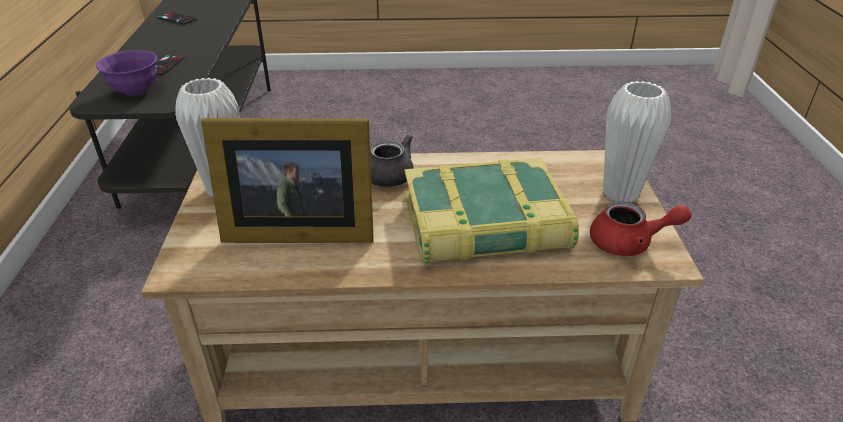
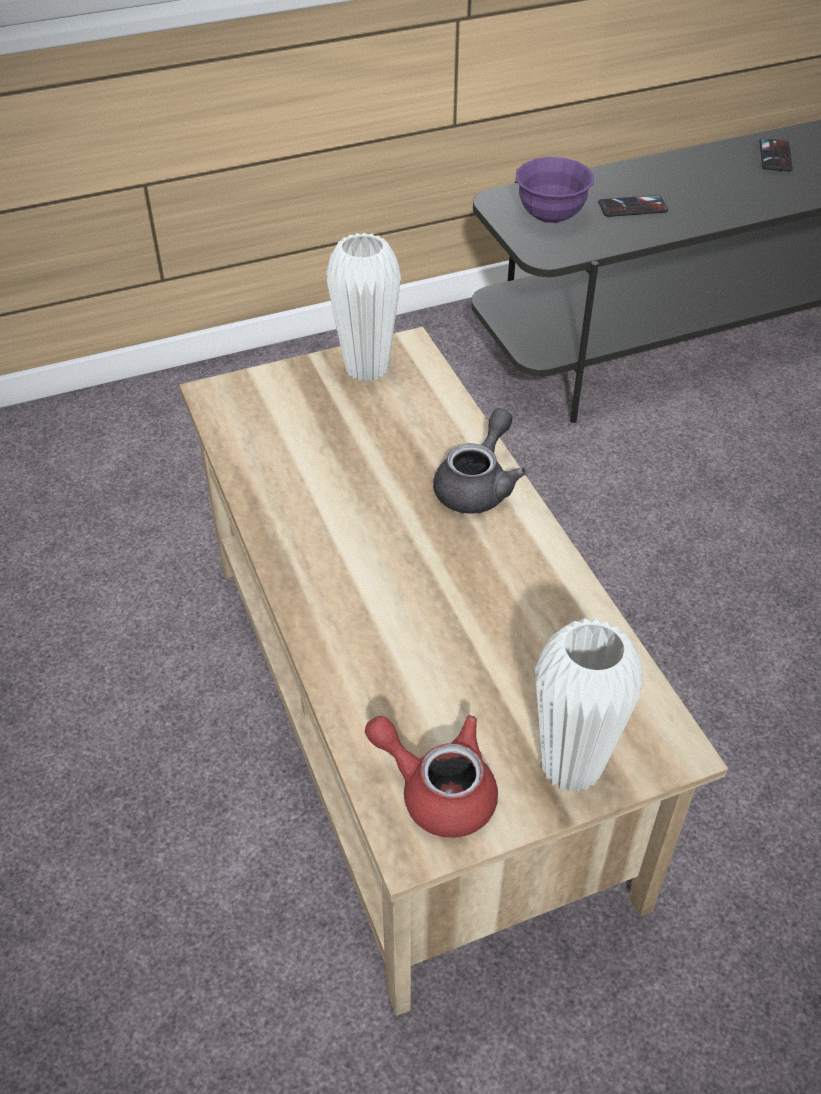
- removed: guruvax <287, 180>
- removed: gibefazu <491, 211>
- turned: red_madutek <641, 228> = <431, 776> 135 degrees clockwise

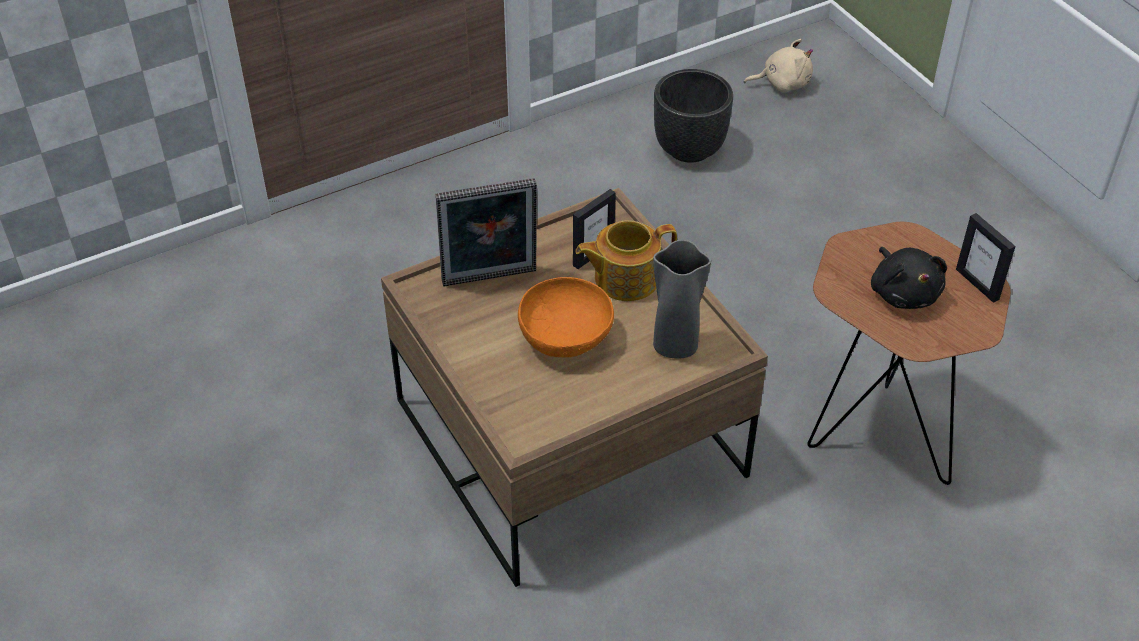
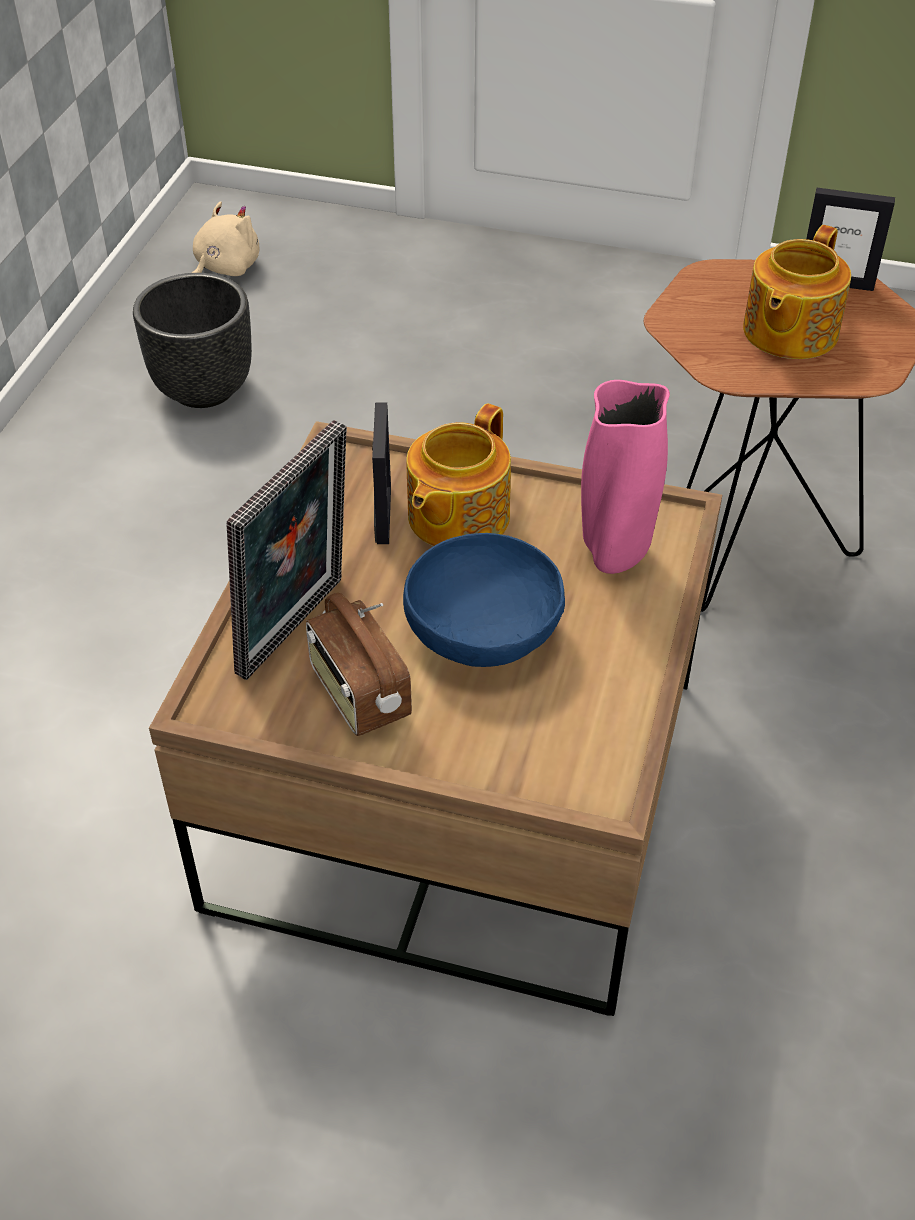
- added: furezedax <359, 664>
- replaced: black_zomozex <909, 278> to madutek <797, 292>
- recoloured: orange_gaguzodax <566, 317> to blue_gaguzodax <484, 600>
- recoloured: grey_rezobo <682, 299> to pink_rezobo <625, 477>

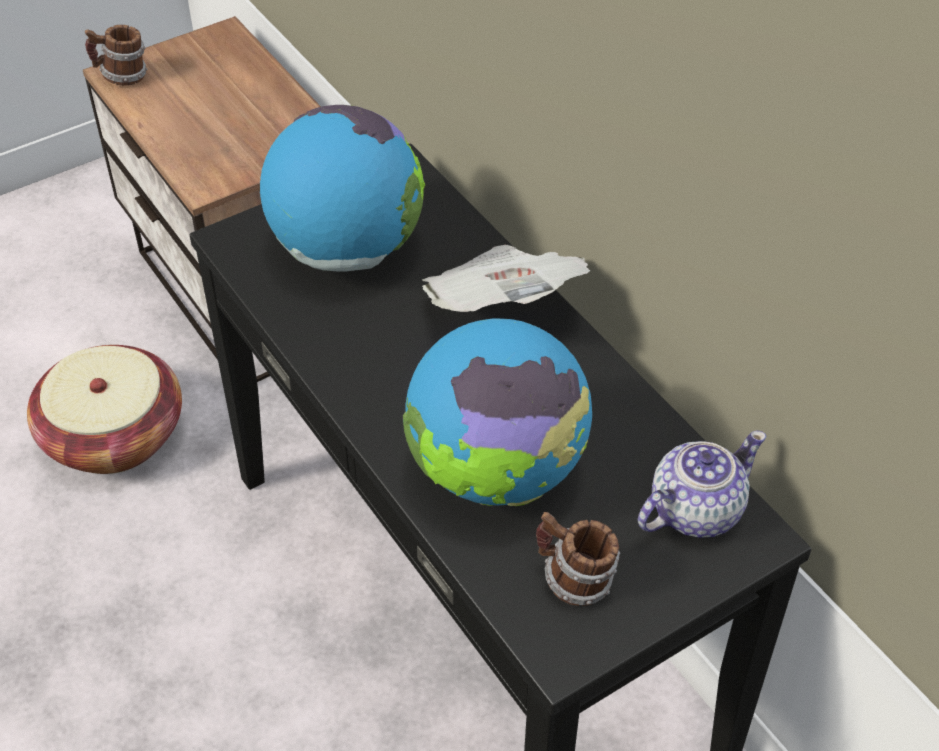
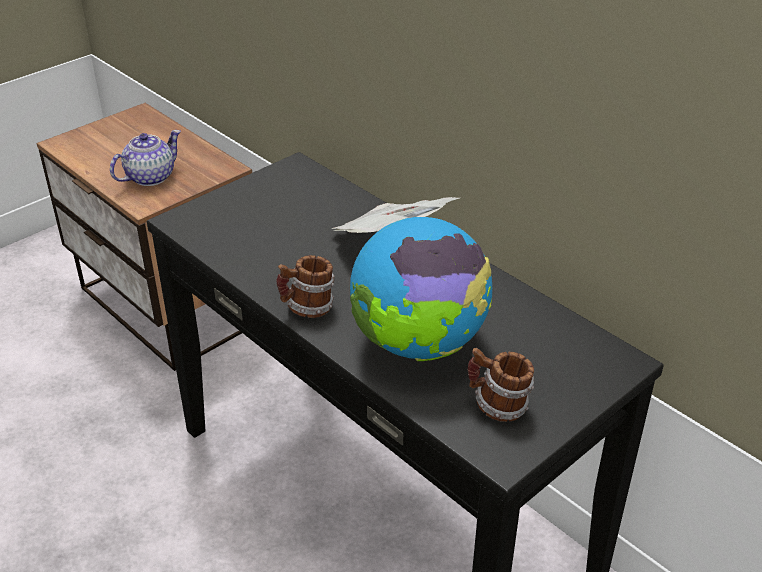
- removed: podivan <104, 409>
- removed: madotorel <343, 188>
- moved: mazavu <116, 55> to <306, 286>
- moved: madutek <701, 484> to <145, 158>

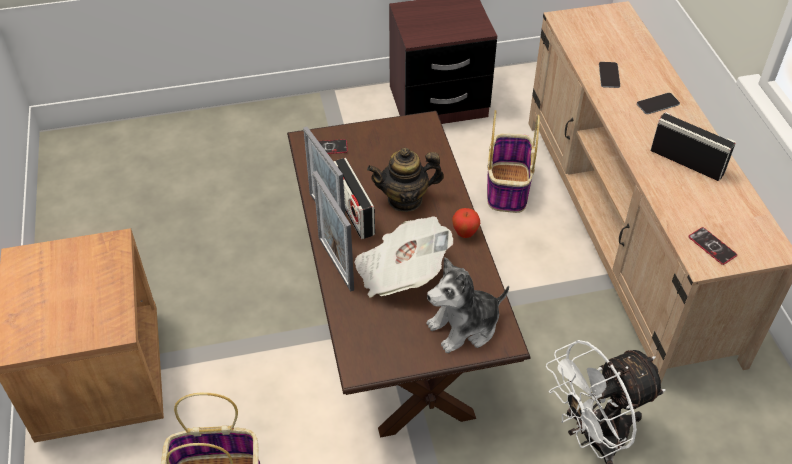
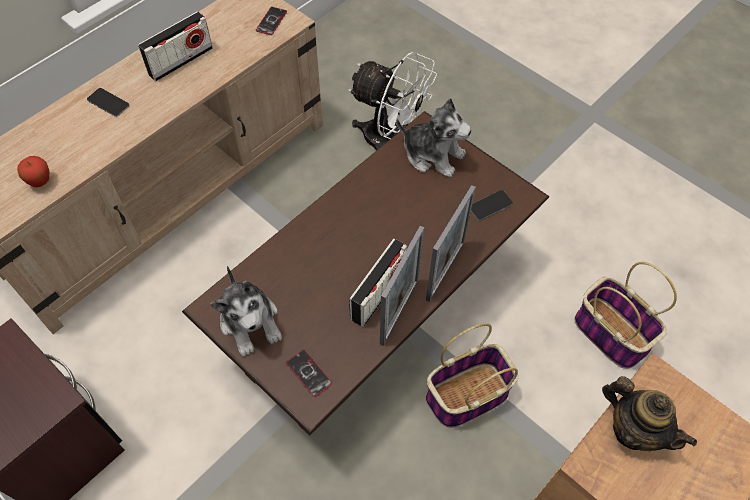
- removed: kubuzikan <403, 256>
- added: zomozex <246, 311>
- moved: madutek <405, 180> to <649, 413>
- moved: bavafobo <466, 223> to <33, 172>
- moved: podivan <513, 161> to <472, 375>
- moved: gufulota <609, 75> to <492, 205>
- turned: furezedax <693, 146> = <175, 46> 135 degrees counterclockwise

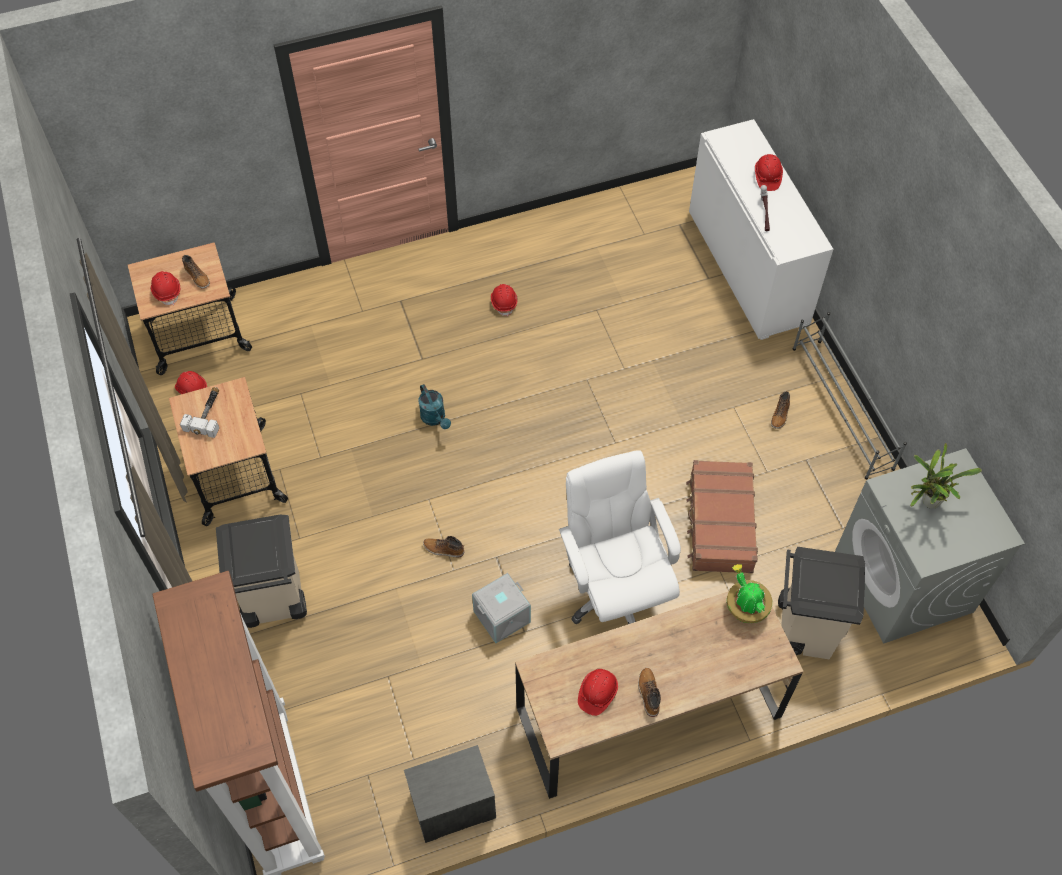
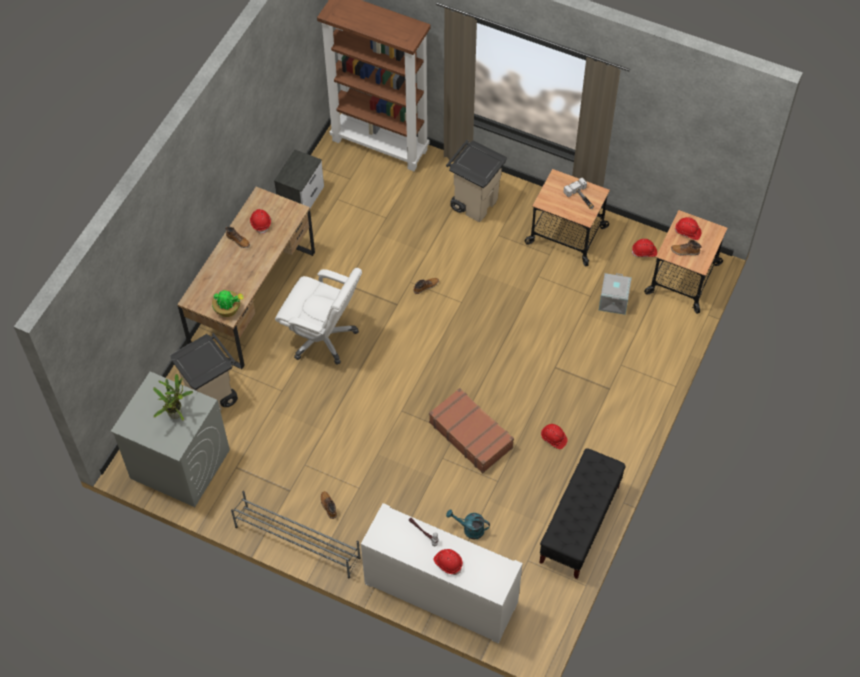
- added: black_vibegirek <582, 513>
- moved: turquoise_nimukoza <434, 406> to <468, 524>
- moved: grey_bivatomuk <501, 608> to <615, 294>
- moved: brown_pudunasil <722, 516> to <471, 430>

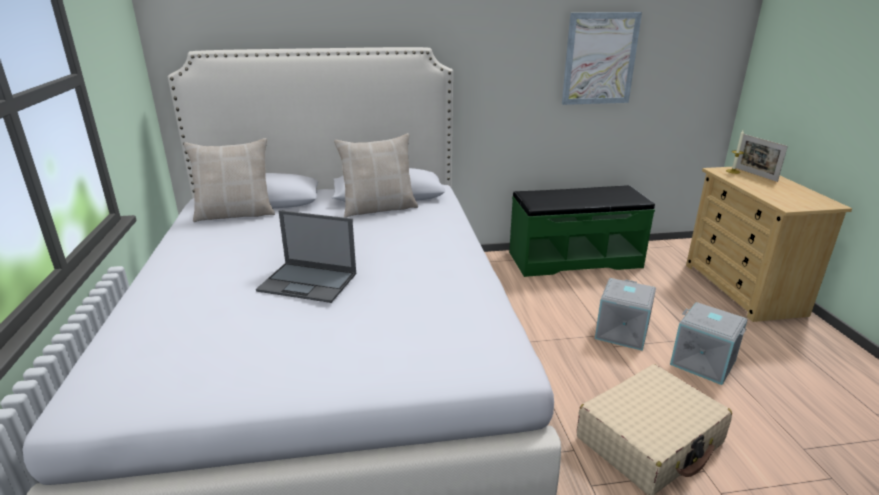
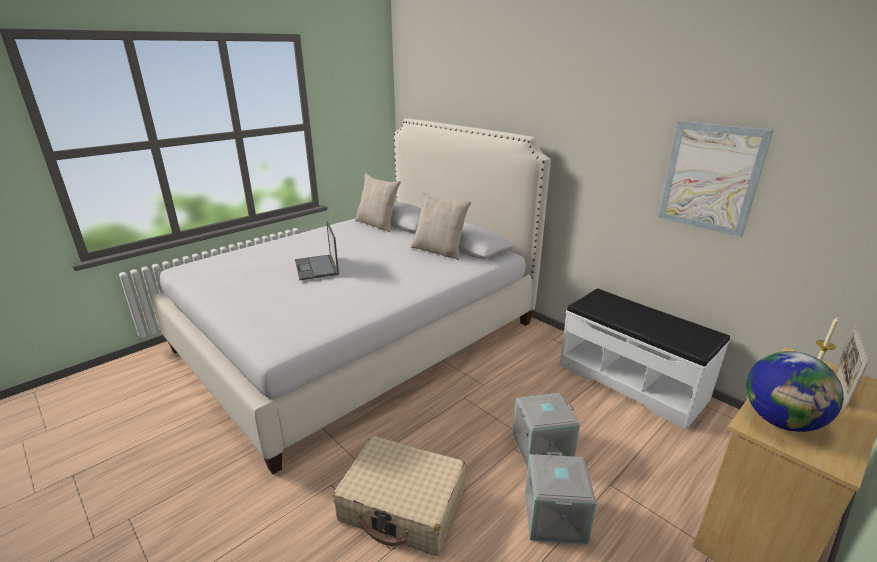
- added: madotorel <795, 391>
- recoloured: green_vibegirek <582, 231> to white_vibegirek <644, 359>

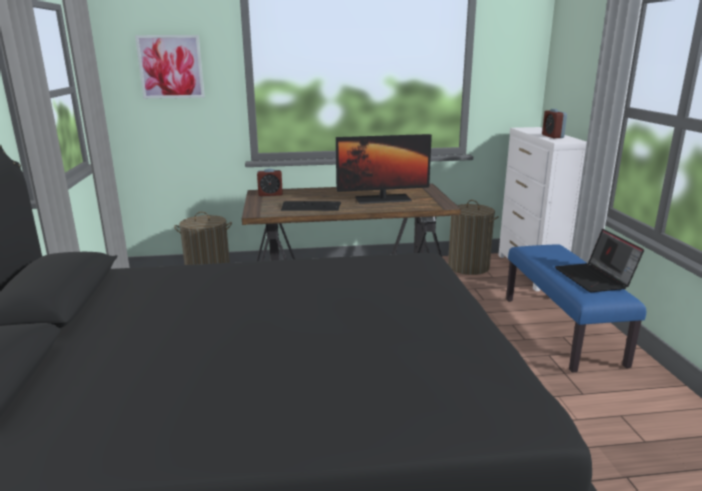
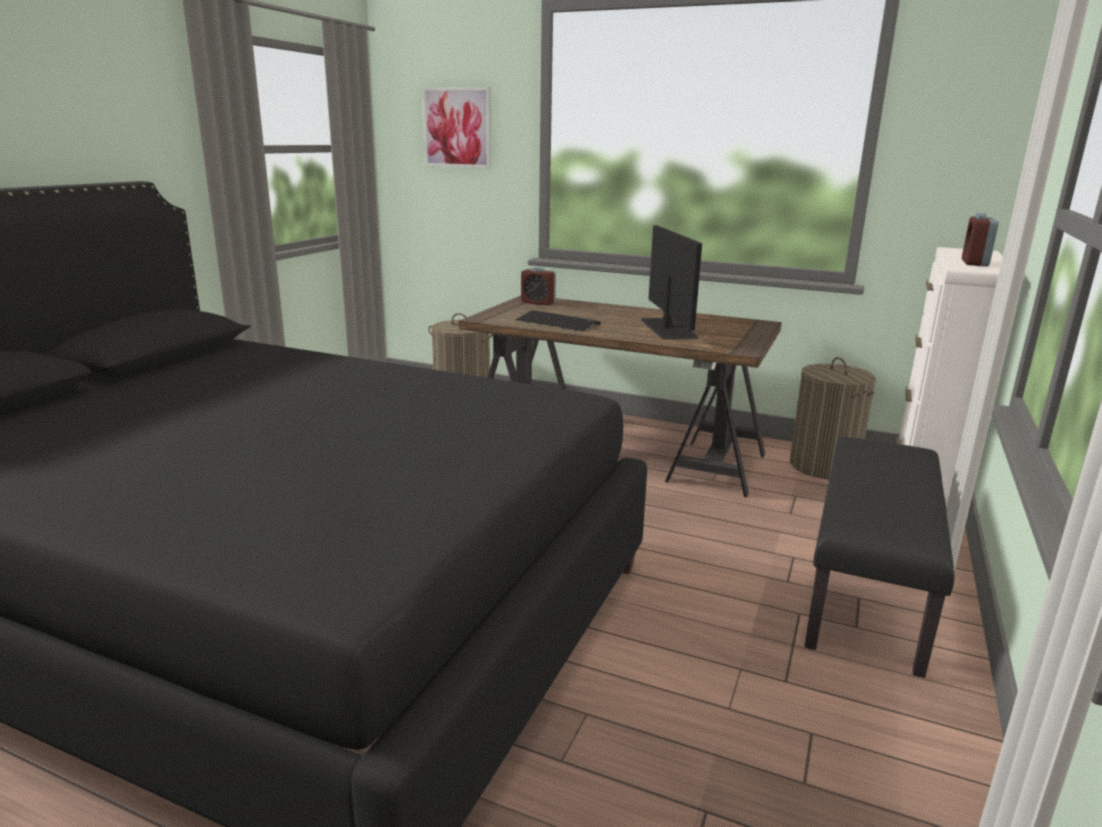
- removed: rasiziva <599, 260>
- recoloured: blue_vibegirek <576, 308> to black_vibegirek <879, 557>
- turned: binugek <384, 169> = <671, 282> 120 degrees counterclockwise

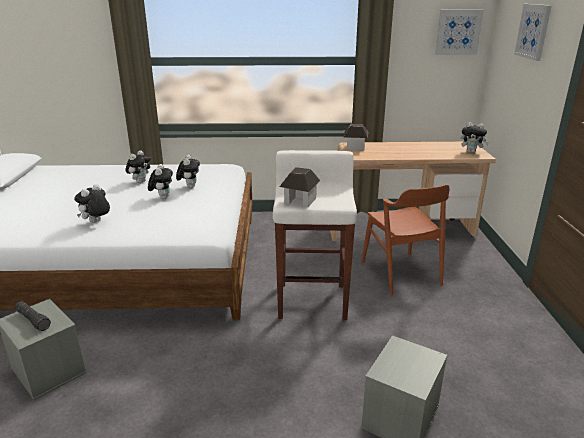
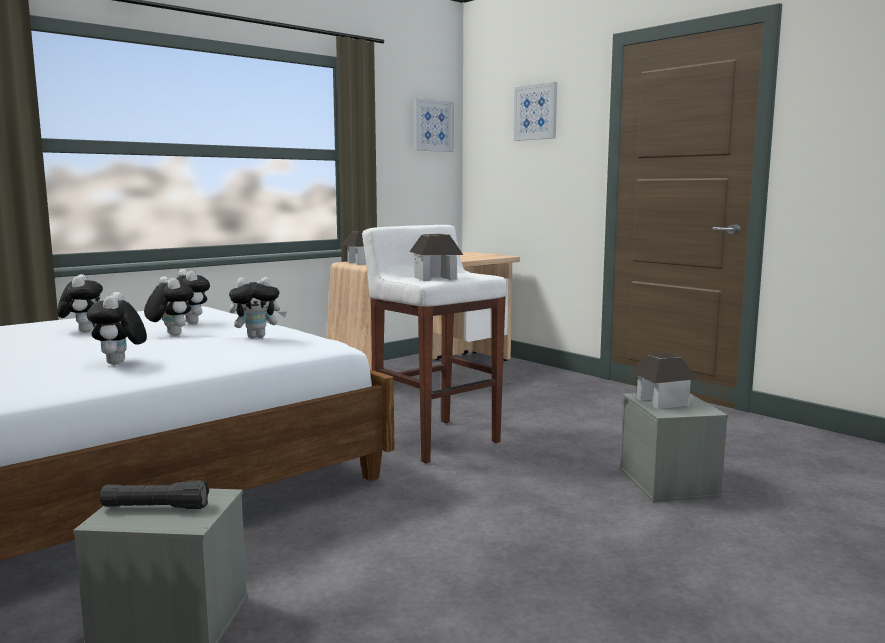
- removed: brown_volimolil <406, 240>
- added: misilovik <663, 381>
- moved: zomozex <474, 137> to <258, 307>

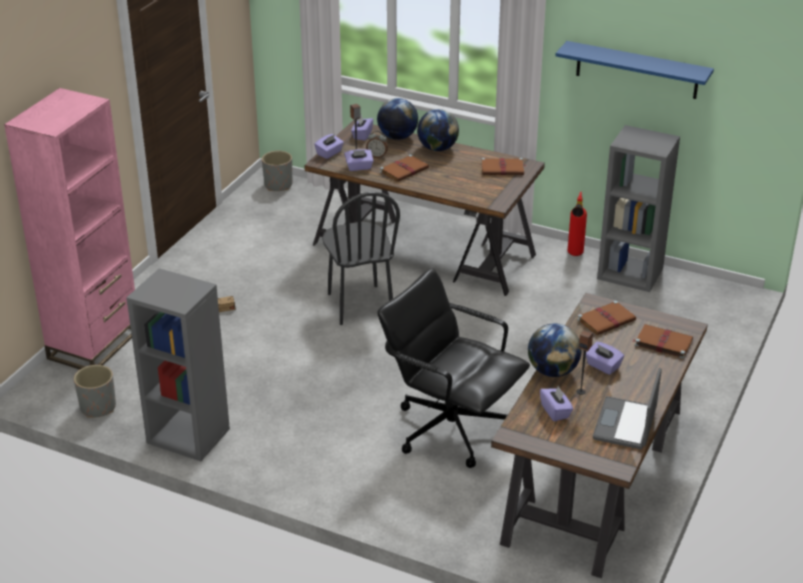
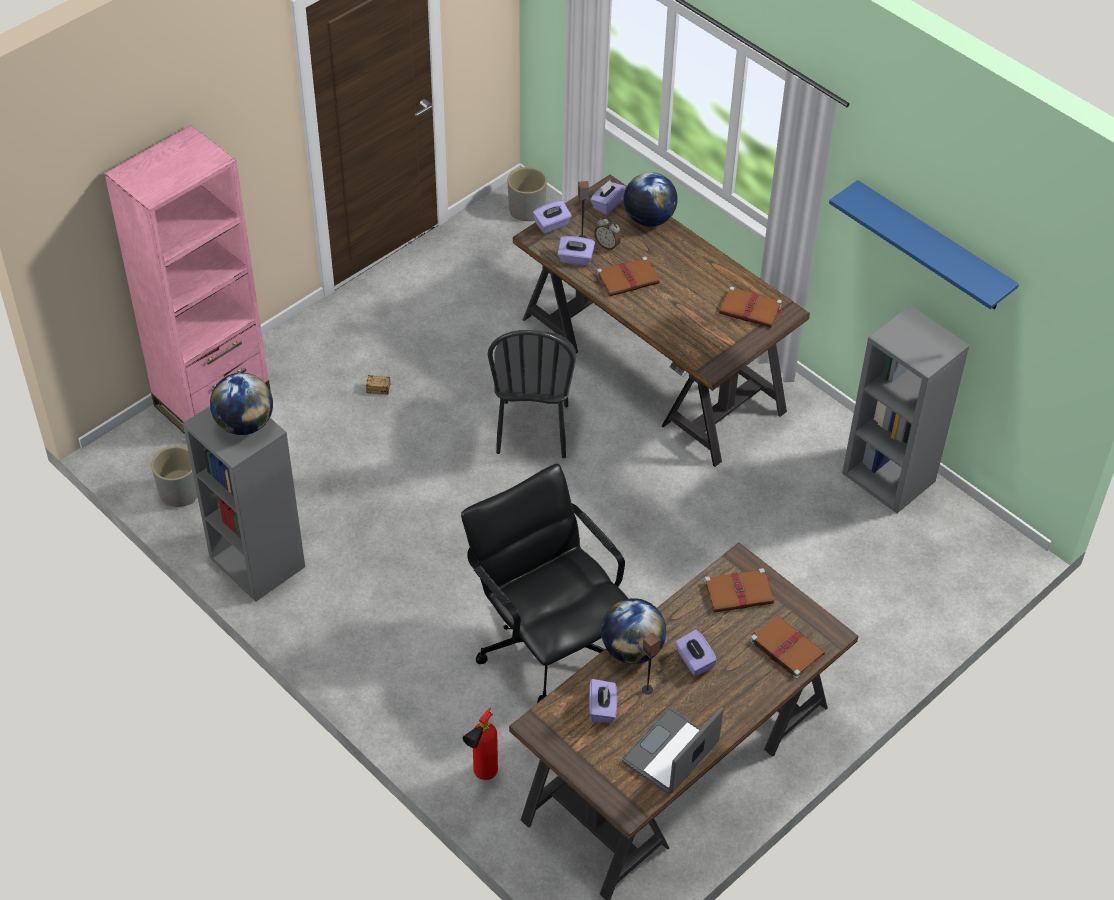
- moved: madotorel <438, 130> to <241, 404>
- moved: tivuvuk <577, 224> to <480, 743>

